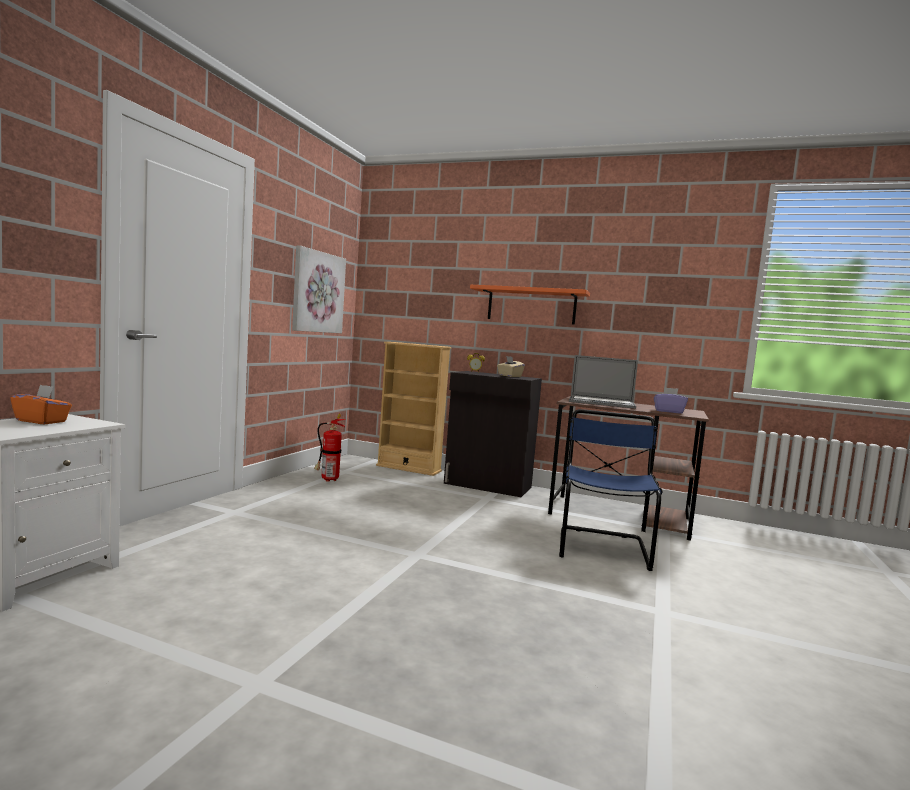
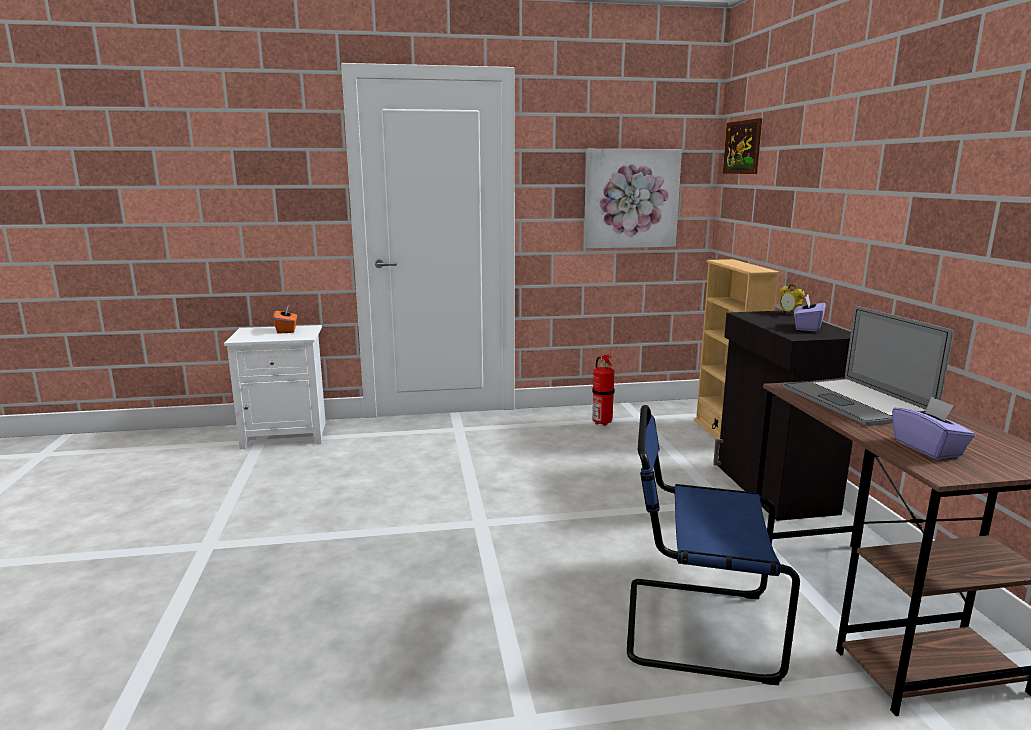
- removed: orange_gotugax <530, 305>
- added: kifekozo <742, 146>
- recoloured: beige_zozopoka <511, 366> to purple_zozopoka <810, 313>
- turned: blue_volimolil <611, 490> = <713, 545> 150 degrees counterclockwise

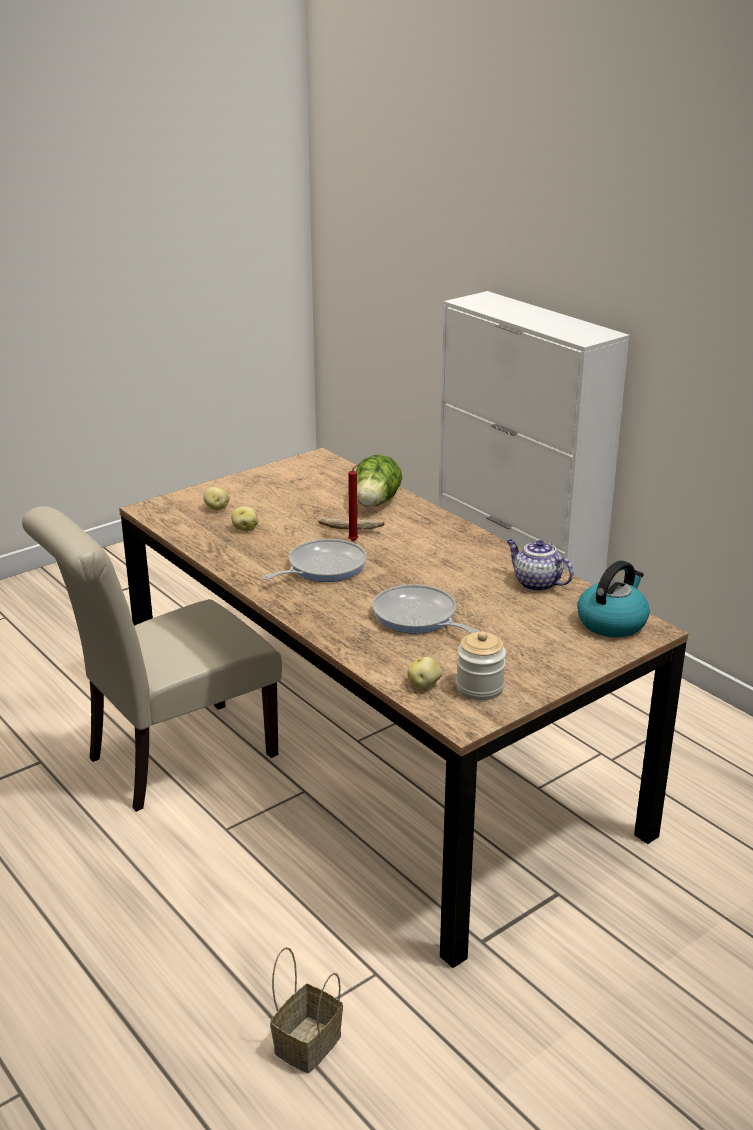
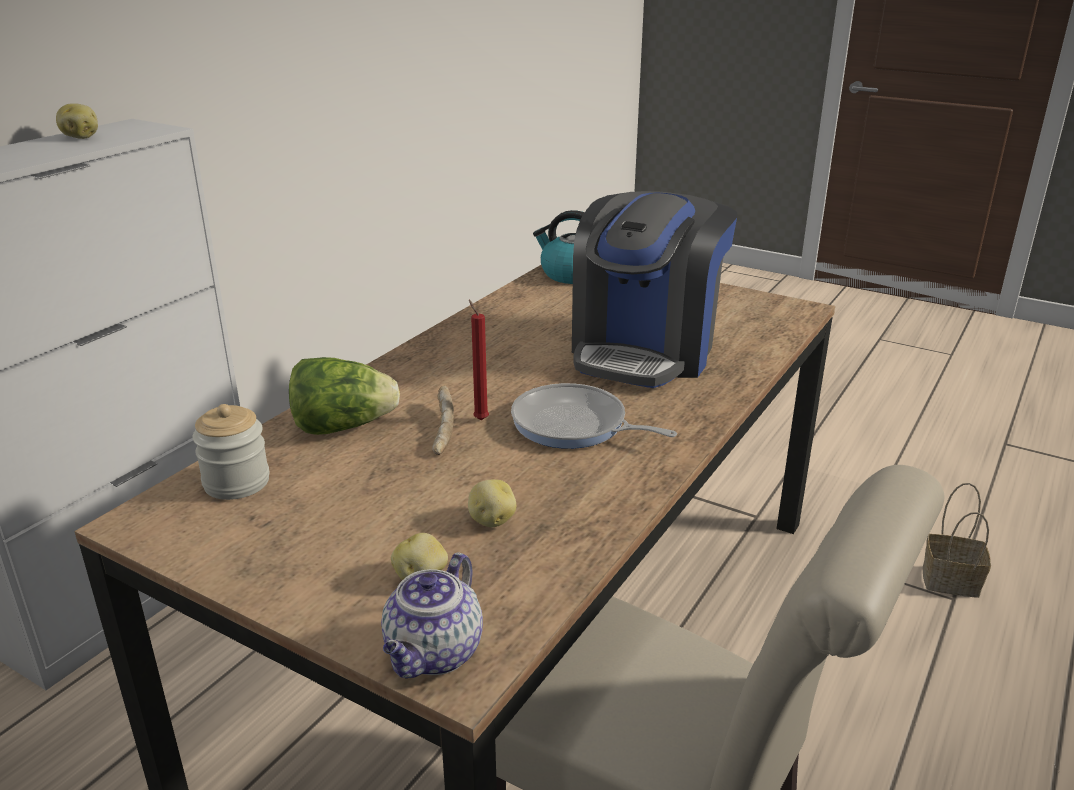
- moved: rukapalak <424, 673> to <77, 121>
- moved: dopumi <481, 665> to <230, 452>
- moved: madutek <540, 565> to <432, 616>
- replaced: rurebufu <425, 609> to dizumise <654, 289>

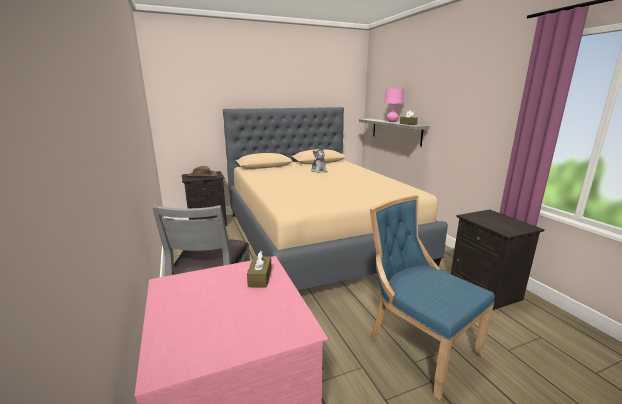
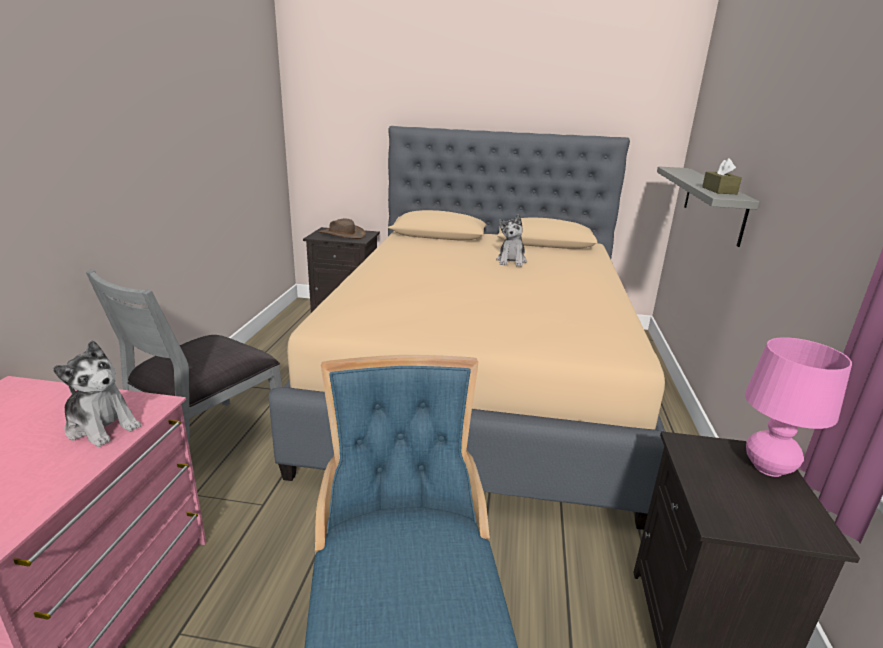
- moved: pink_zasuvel <394, 105> to <798, 407>
- replaced: brown_zozopoka <259, 269> to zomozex <97, 393>

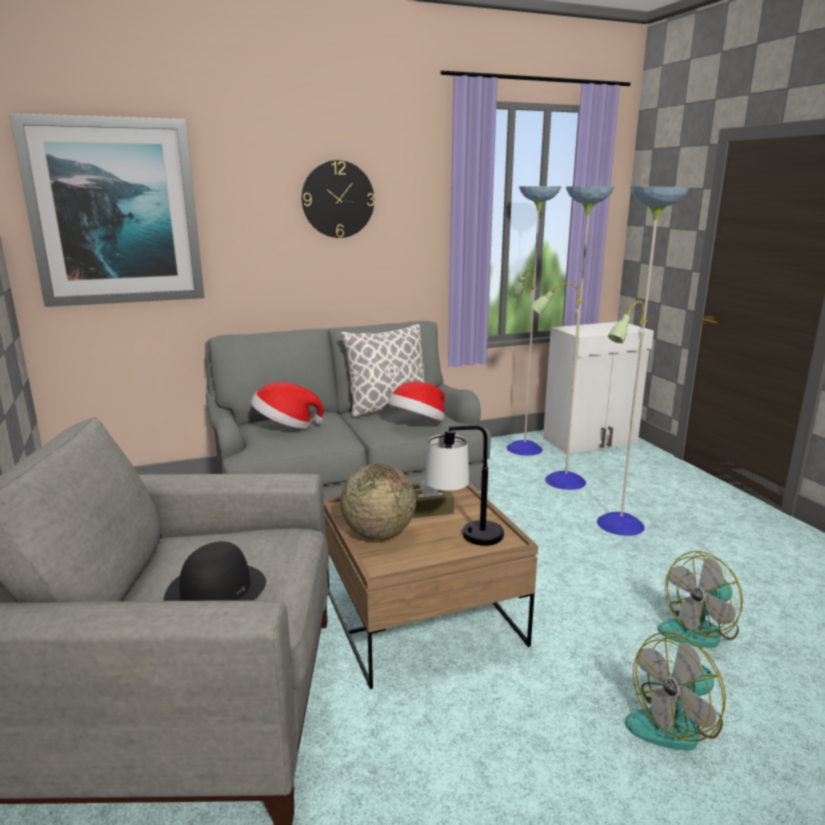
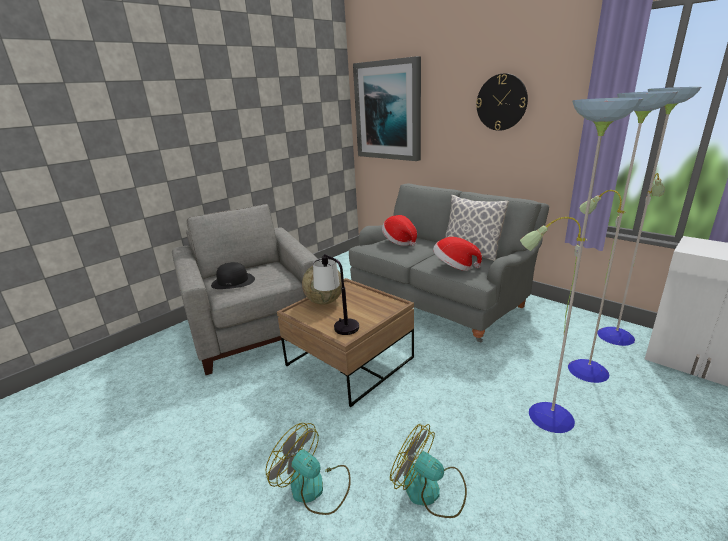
- removed: brown_zozopoka <433, 499>

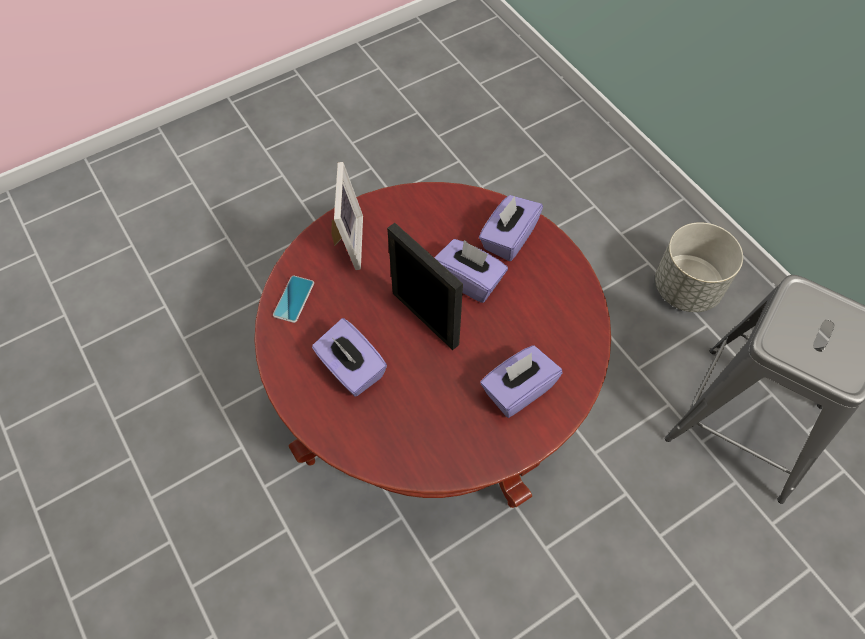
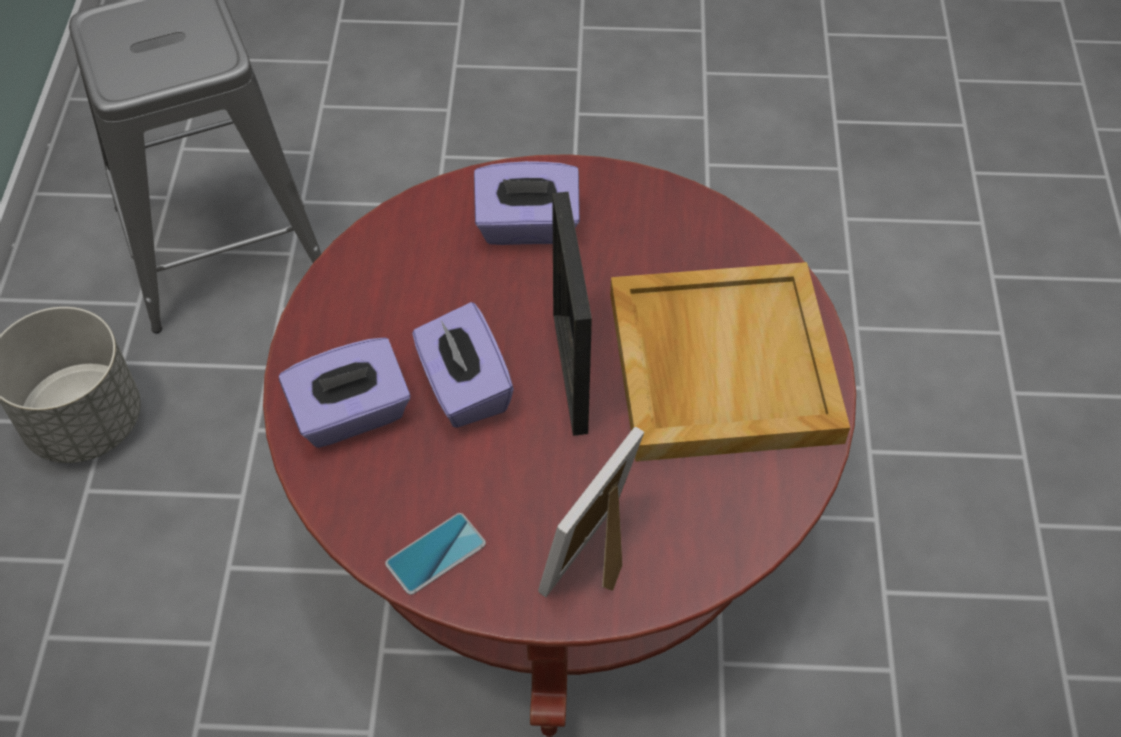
- moved: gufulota <293, 299> to <435, 554>
- replaced: purple_zozopoka <349, 357> to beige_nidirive <730, 362>

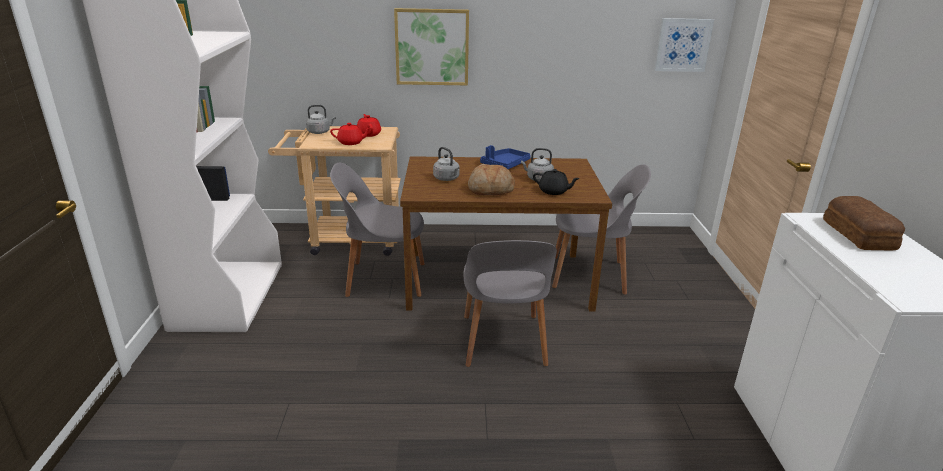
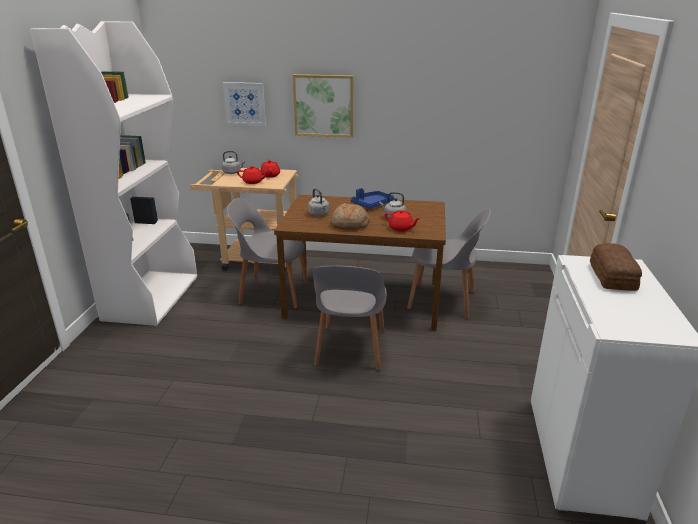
- moved: kifekozo <684, 45> to <244, 104>
- recoloured: black_madutek <556, 182> to red_madutek <403, 220>

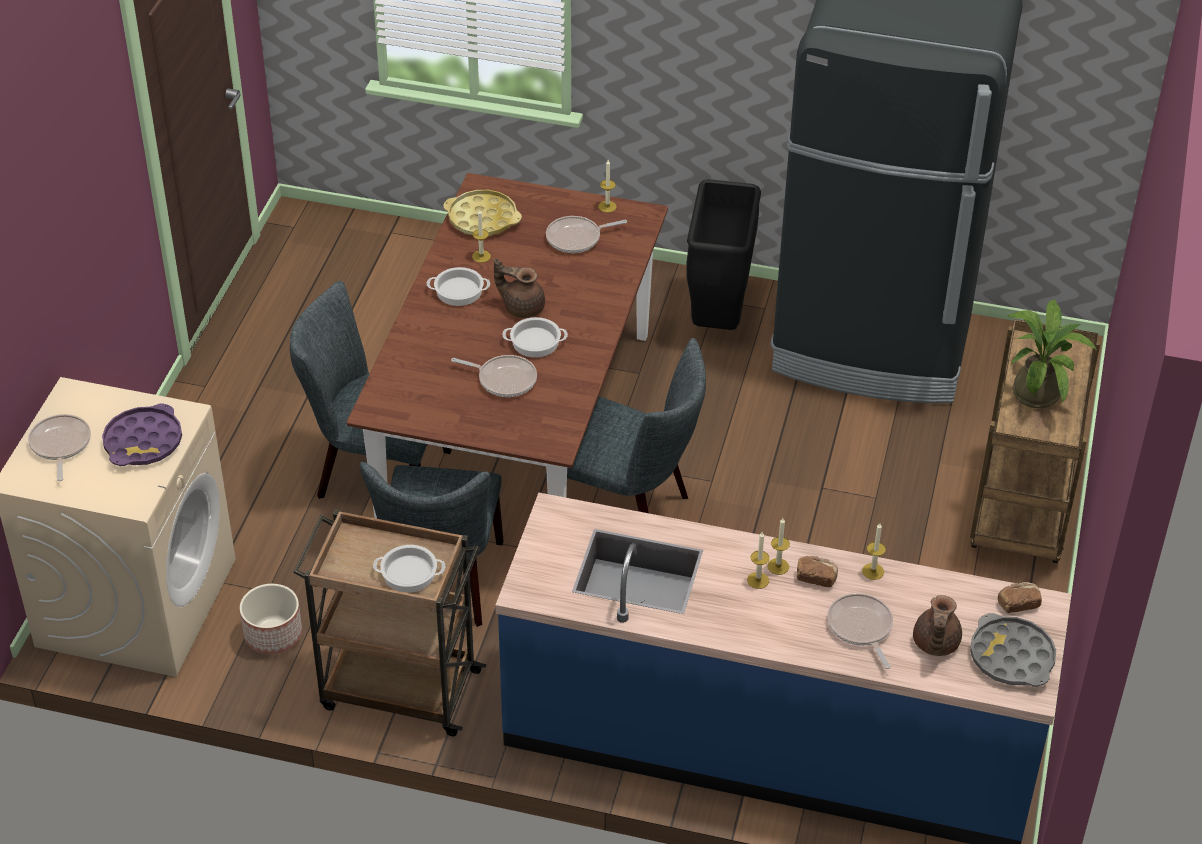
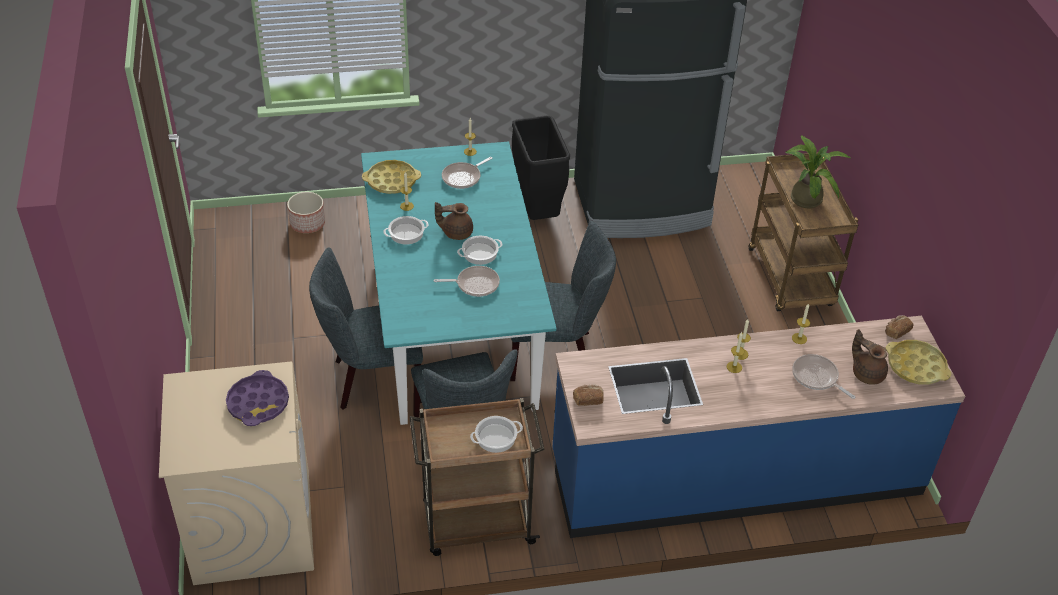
- removed: rurebufu <59, 447>
- moved: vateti <271, 619> to <306, 212>
- moved: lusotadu <817, 571> to <588, 395>
- recoloured: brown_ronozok <507, 346> to turquoise_ronozok <458, 283>
- recoloured: grey_nidirive <1013, 650> to yellow_nidirive <918, 362>
- turned: brown_madutek <937, 625> = <870, 357> 150 degrees clockwise

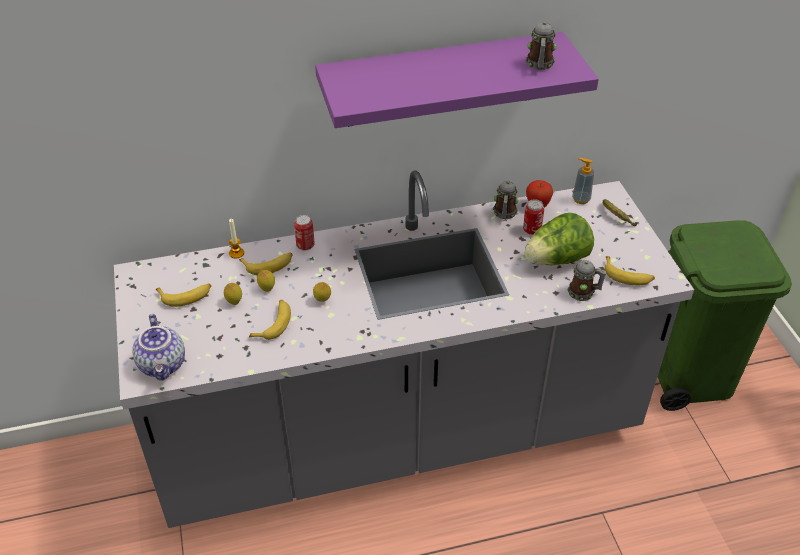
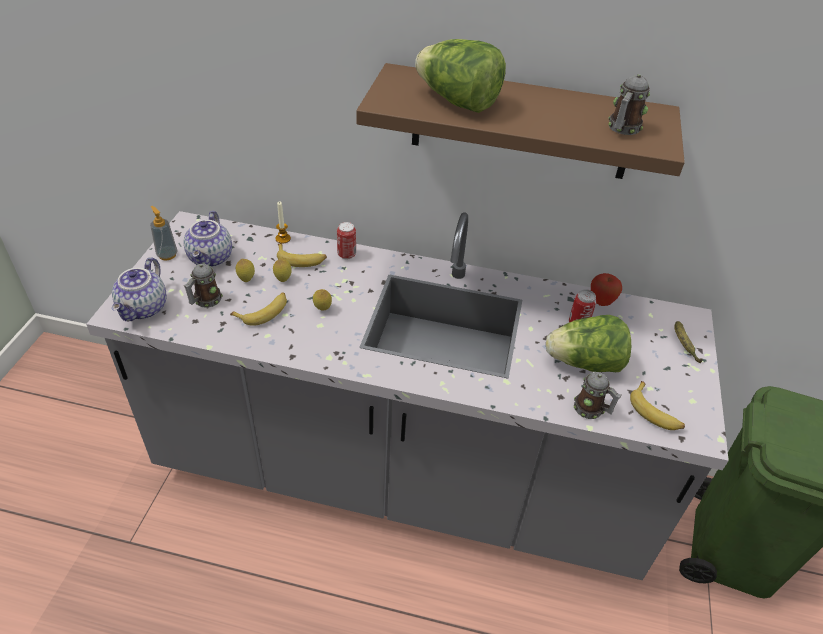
- added: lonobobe <460, 76>
- moved: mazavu <506, 200> to <203, 285>
- moved: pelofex <583, 181> to <164, 233>
- replaced: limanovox <183, 295> to madutek <208, 238>
- recoloured: purple_gotugax <457, 80> to brown_gotugax <520, 121>

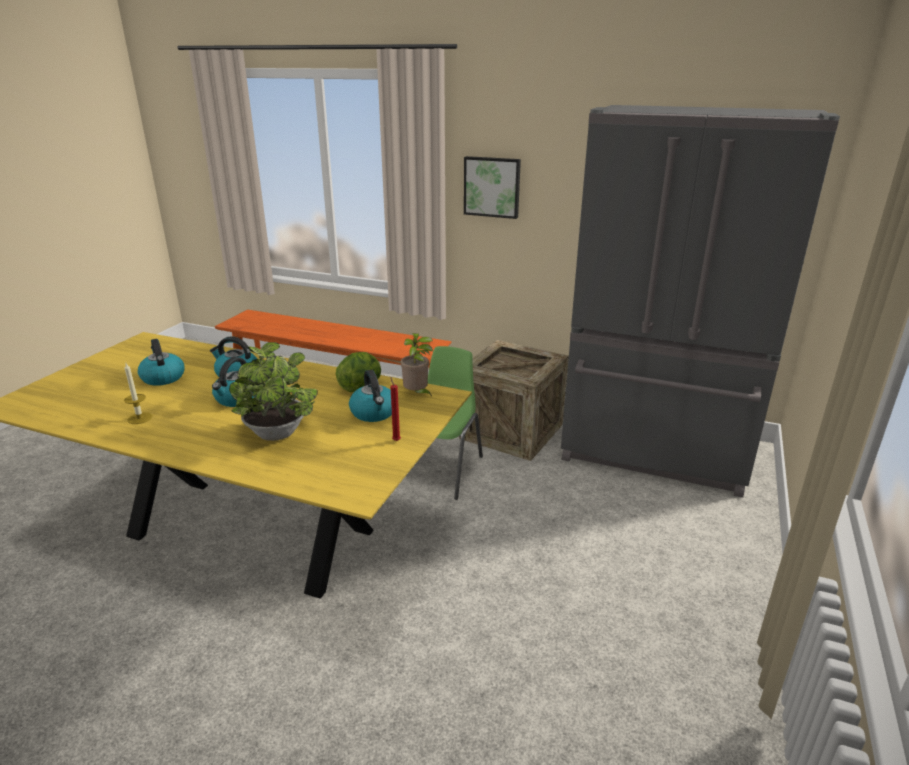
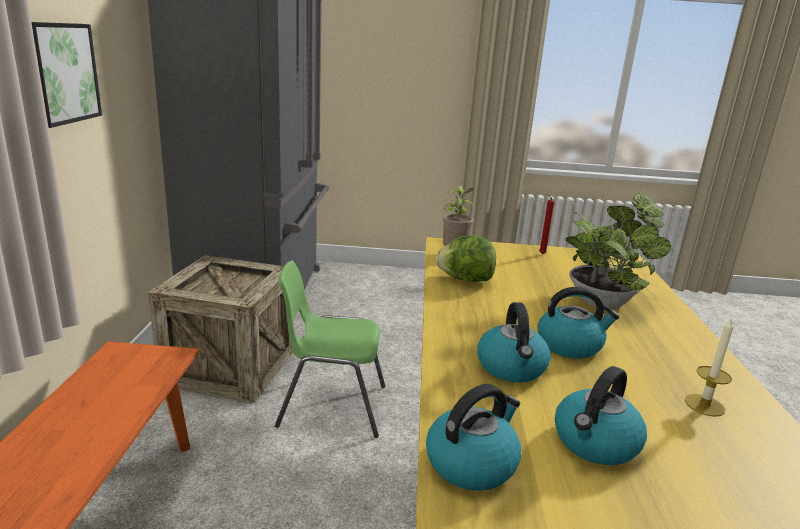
- moved: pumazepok <370, 396> to <473, 437>

